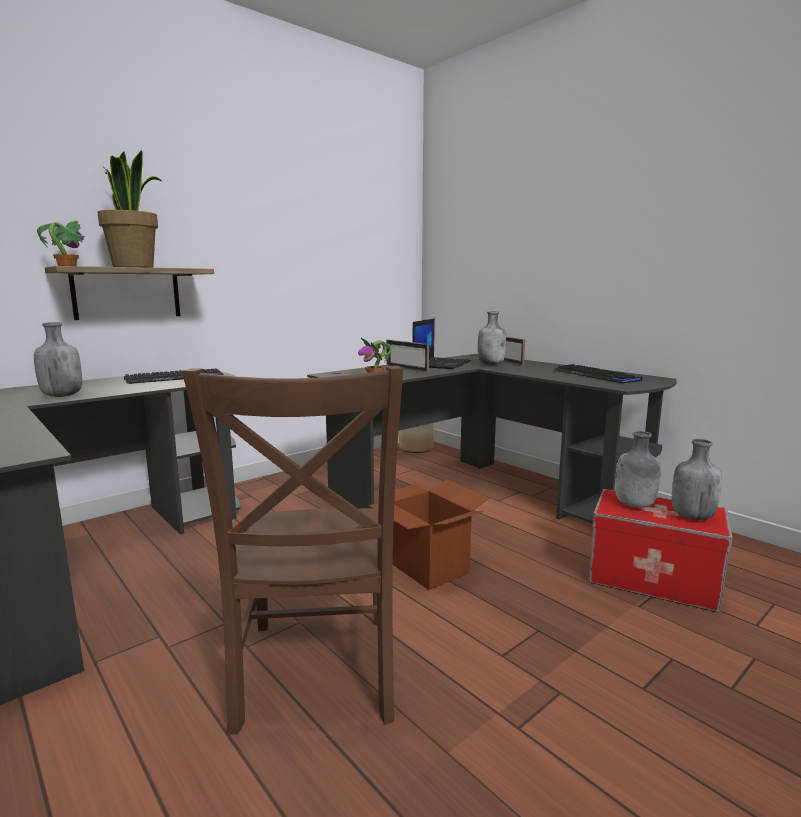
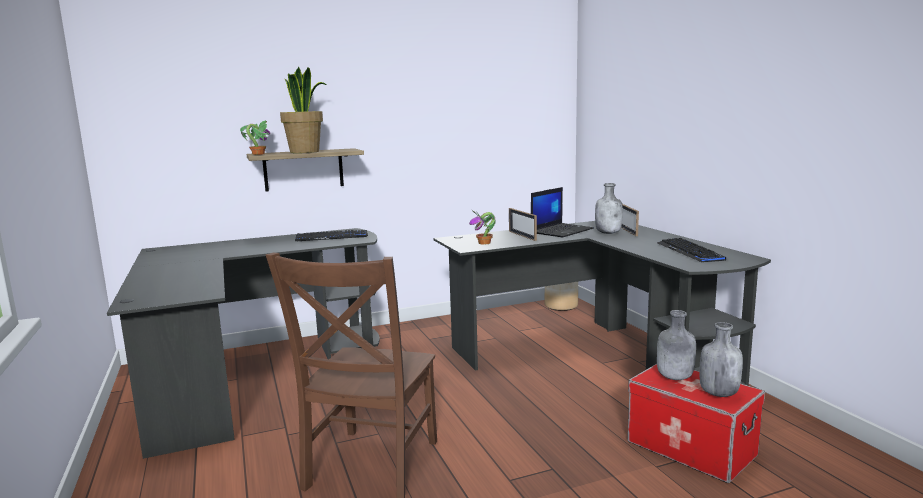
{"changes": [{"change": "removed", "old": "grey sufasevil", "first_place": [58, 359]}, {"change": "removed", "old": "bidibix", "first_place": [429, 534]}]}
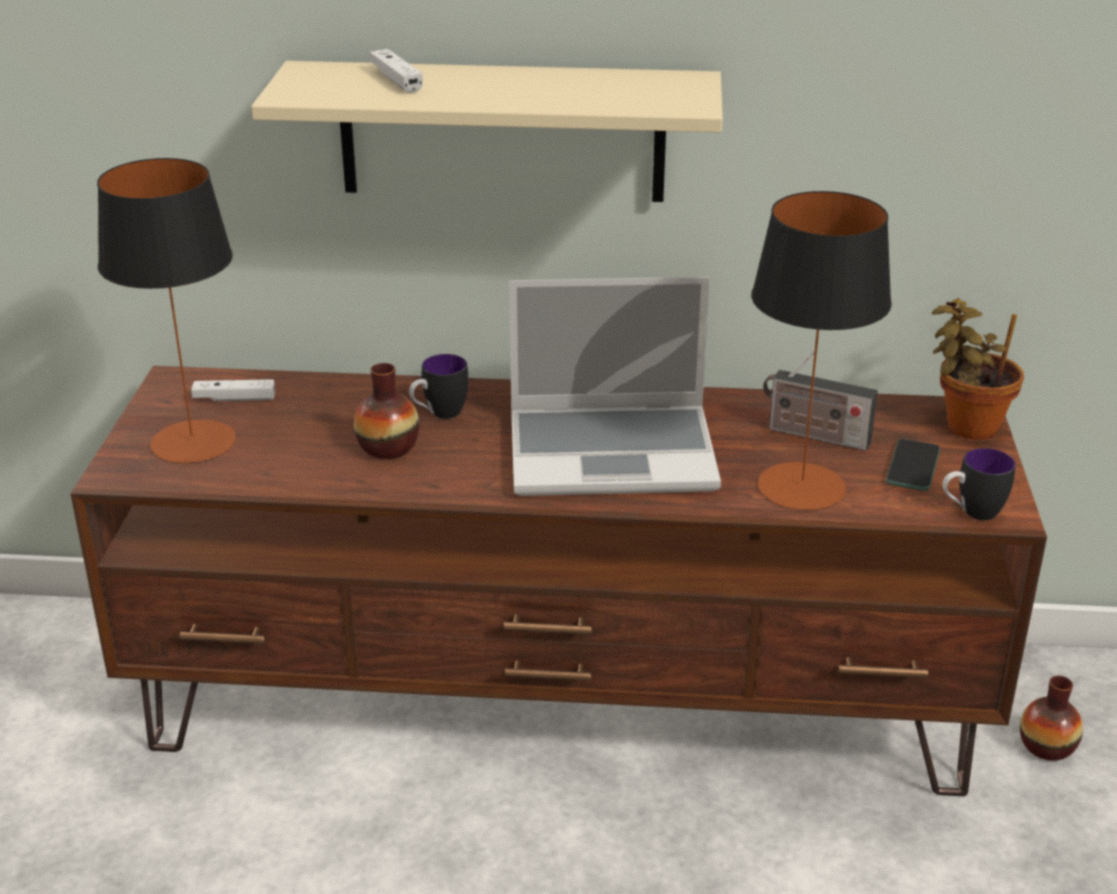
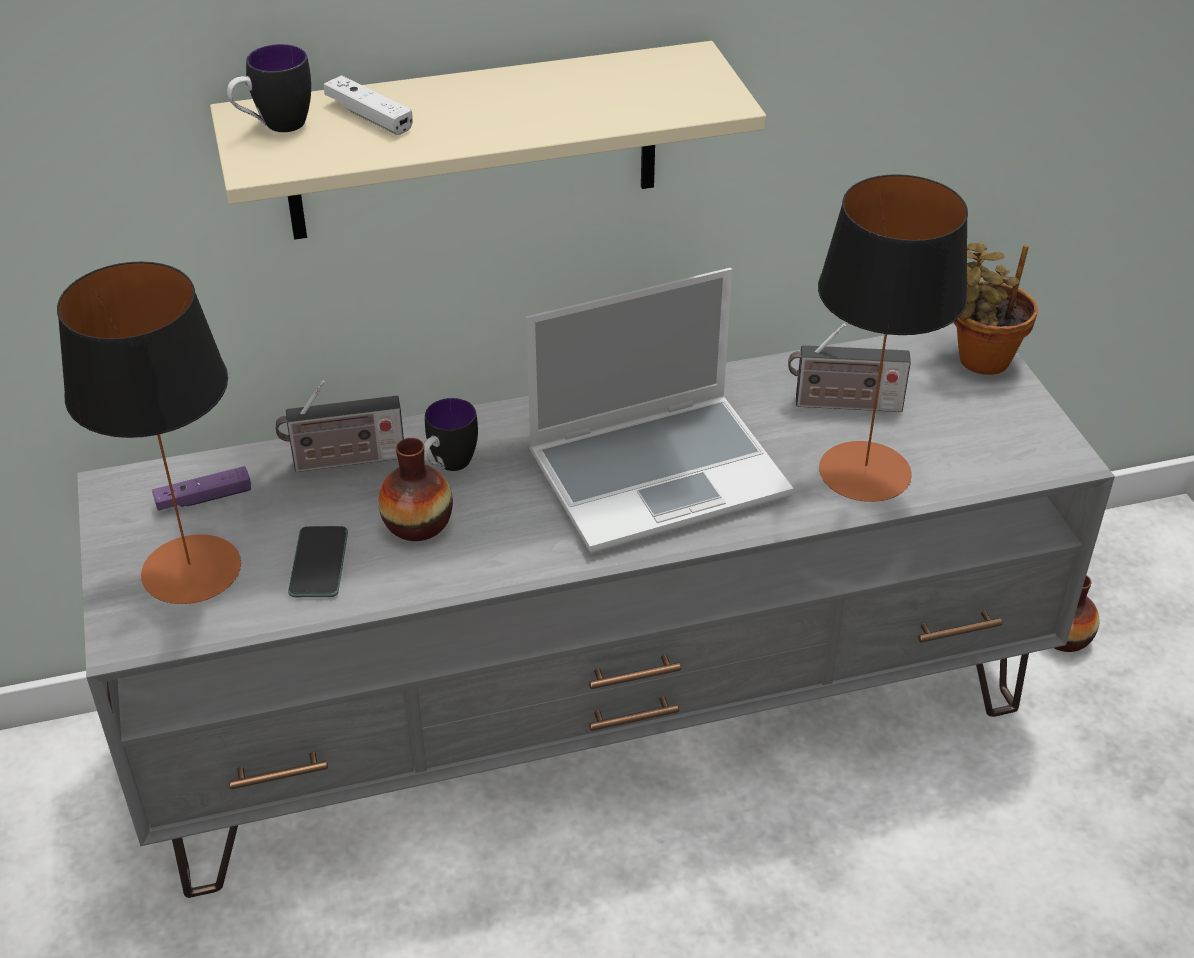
{"changes": [{"change": "recoloured", "old": "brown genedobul", "new": "grey genedobul", "first_place": [558, 581], "second_place": [596, 611]}, {"change": "recoloured", "old": "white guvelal", "new": "purple guvelal", "first_place": [233, 390], "second_place": [201, 488]}, {"change": "moved", "old": "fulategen", "first_place": [913, 465], "second_place": [318, 561]}, {"change": "moved", "old": "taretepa", "first_place": [979, 484], "second_place": [269, 88]}, {"change": "added", "new": "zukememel", "second_place": [339, 426]}]}
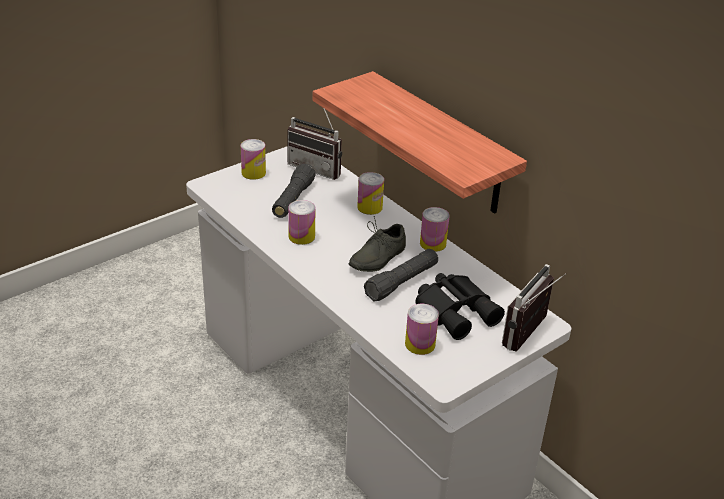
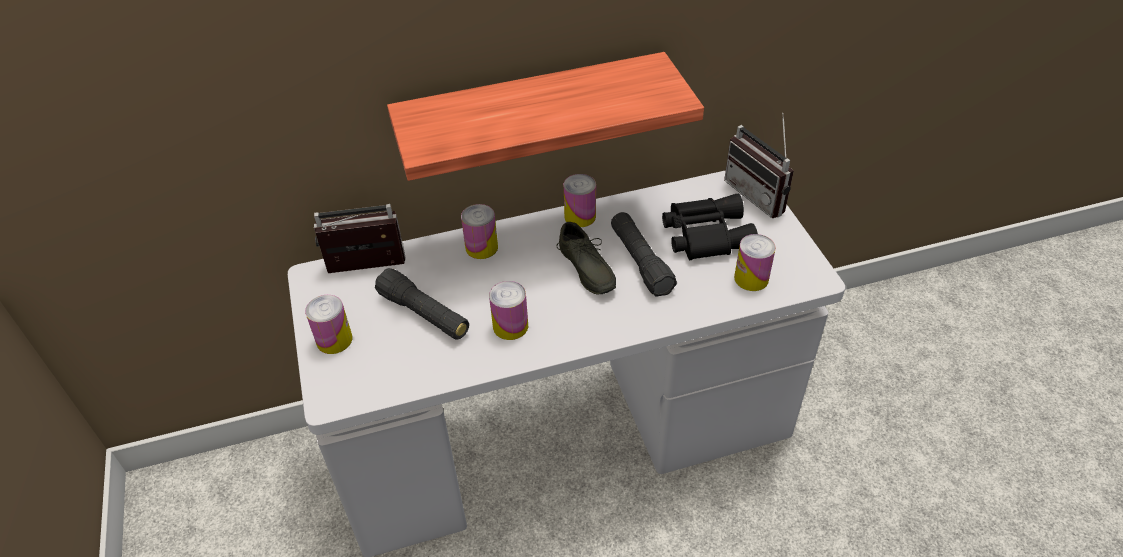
{"changes": [{"change": "turned", "old": "zukememel", "first_place": [314, 144], "second_place": [360, 238], "degrees": -150}]}
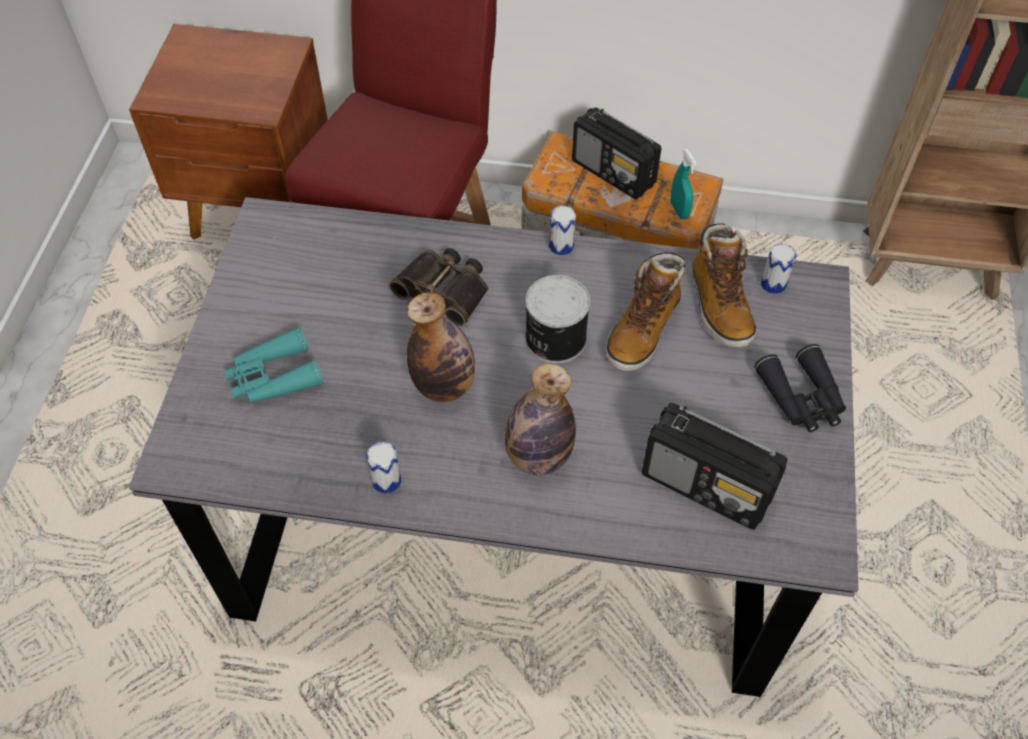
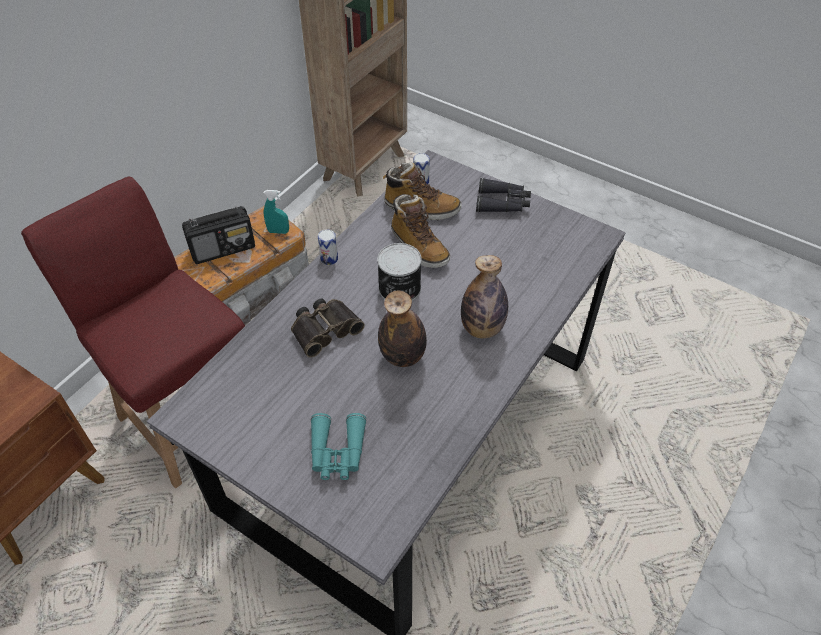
{"changes": [{"change": "removed", "old": "zukememel", "first_place": [715, 466]}, {"change": "removed", "old": "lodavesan", "first_place": [383, 467]}]}
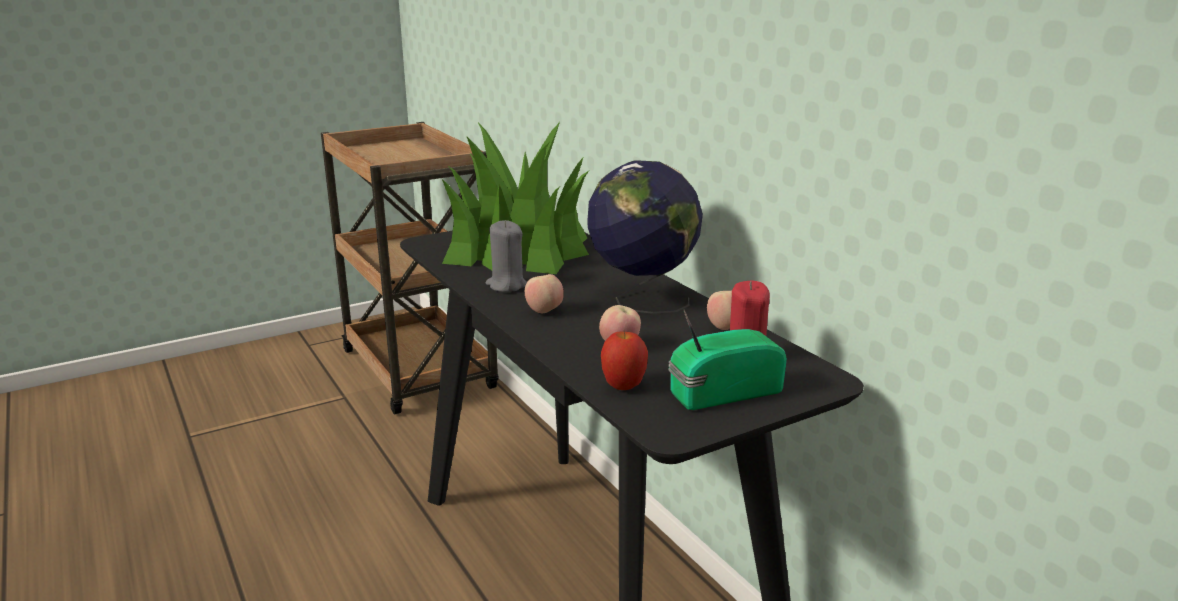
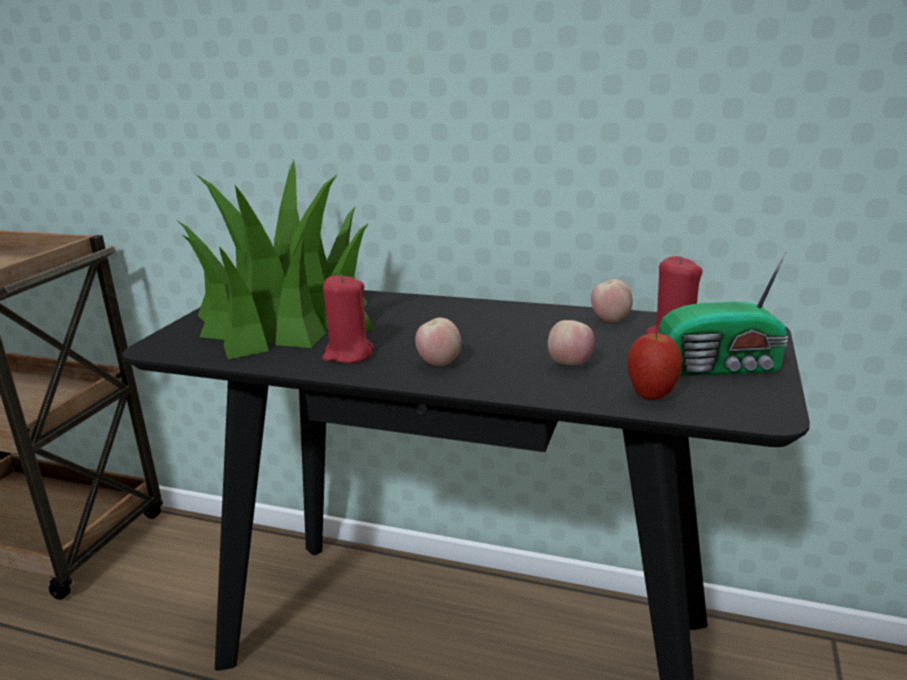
{"changes": [{"change": "removed", "old": "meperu", "first_place": [645, 237]}, {"change": "recoloured", "old": "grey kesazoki", "new": "red kesazoki", "first_place": [506, 256], "second_place": [348, 318]}, {"change": "turned", "old": "zukememel", "first_place": [727, 360], "second_place": [723, 312], "degrees": -120}]}
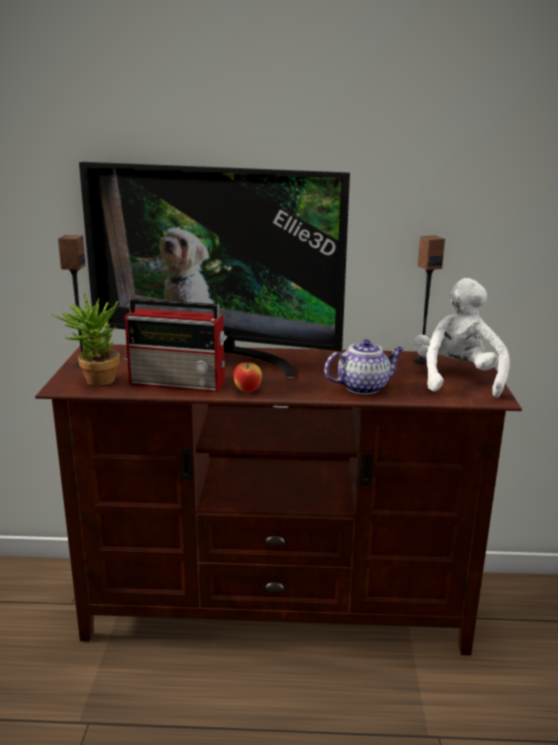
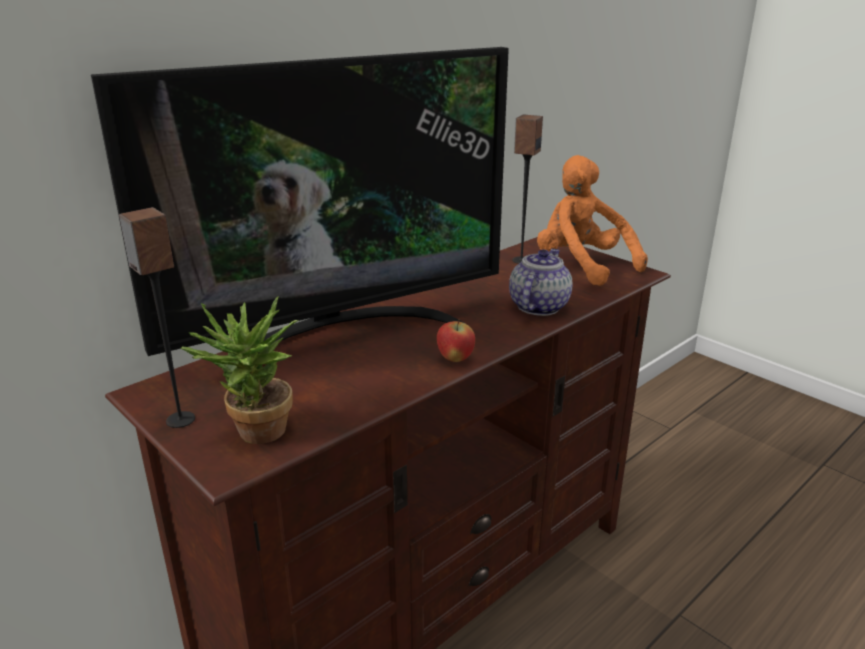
{"changes": [{"change": "recoloured", "old": "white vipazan", "new": "orange vipazan", "first_place": [462, 338], "second_place": [592, 220]}, {"change": "removed", "old": "zukememel", "first_place": [176, 345]}]}
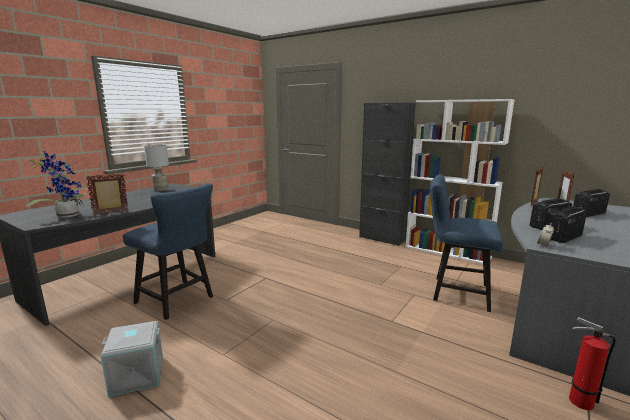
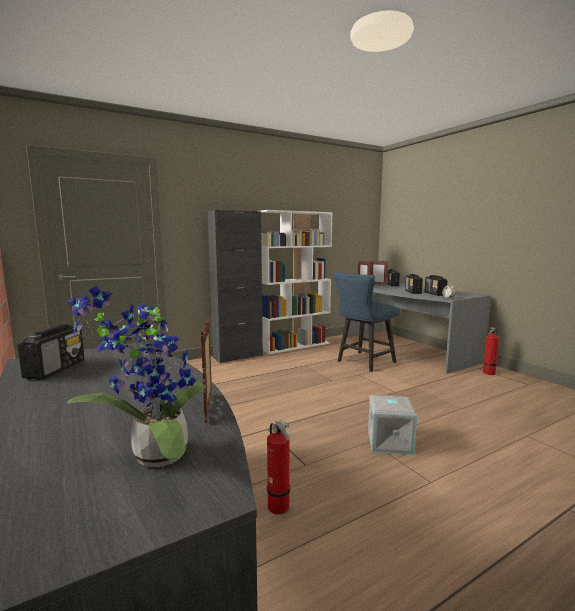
{"changes": [{"change": "replaced", "old": "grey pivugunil", "new": "zukememel", "first_place": [156, 168], "second_place": [50, 352]}, {"change": "replaced", "old": "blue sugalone", "new": "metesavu", "first_place": [168, 251], "second_place": [278, 467]}, {"change": "moved", "old": "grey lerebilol", "first_place": [132, 359], "second_place": [392, 425]}]}
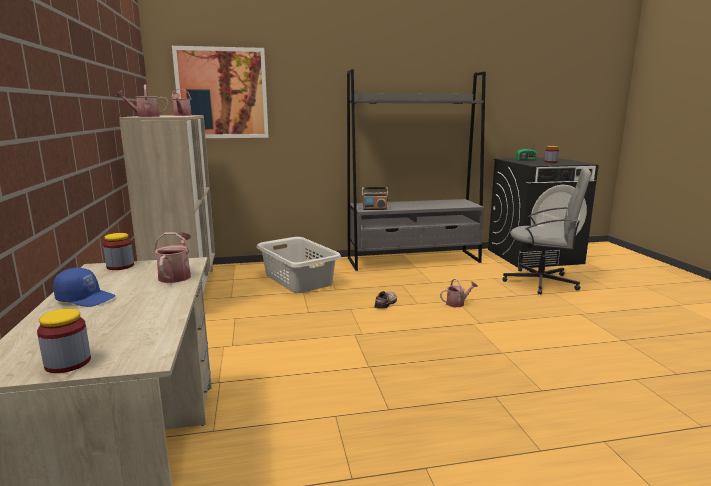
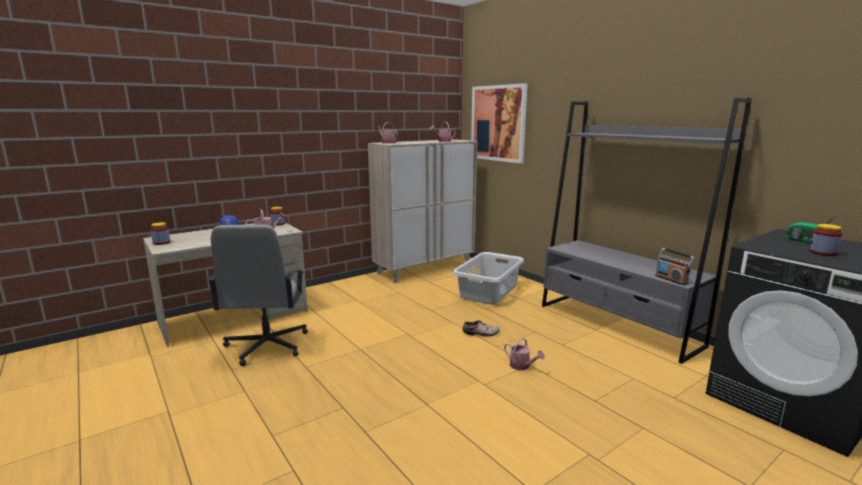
{"changes": [{"change": "moved", "old": "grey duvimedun", "first_place": [547, 231], "second_place": [258, 295]}, {"change": "moved", "old": "zukememel", "first_place": [375, 198], "second_place": [675, 266]}]}
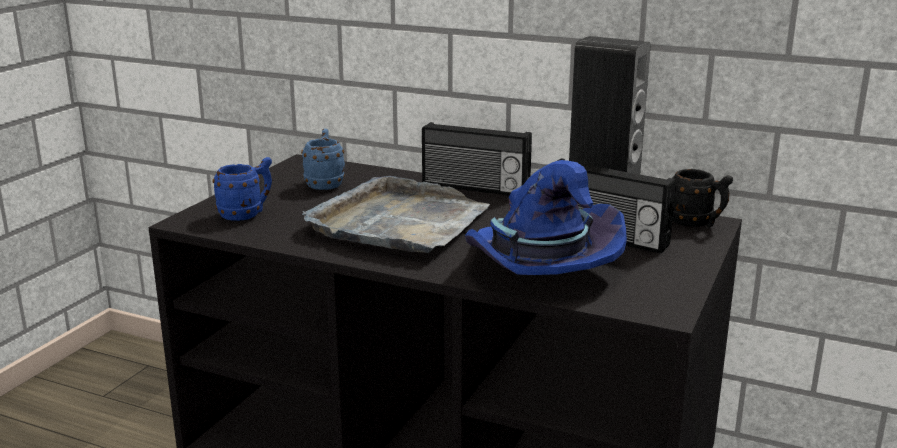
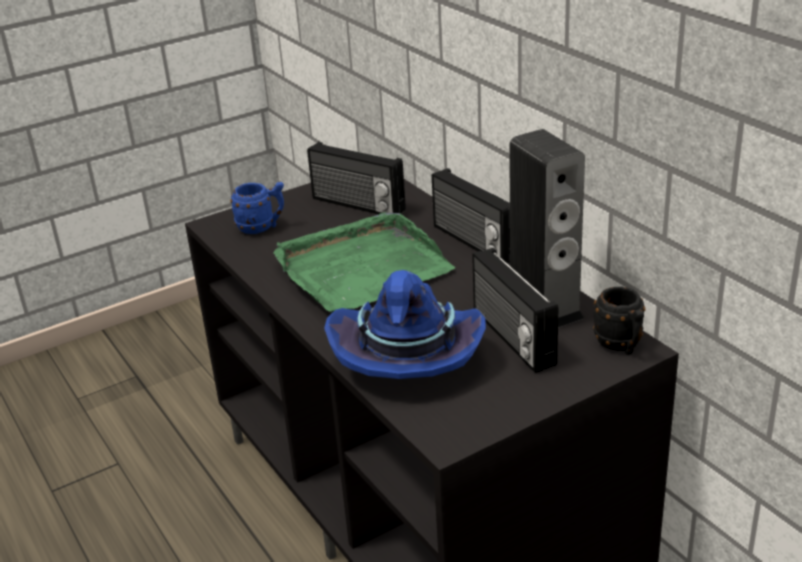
{"changes": [{"change": "replaced", "old": "blue taretepa", "new": "zukememel", "first_place": [323, 159], "second_place": [356, 178]}, {"change": "recoloured", "old": "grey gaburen", "new": "green gaburen", "first_place": [396, 214], "second_place": [364, 262]}]}
